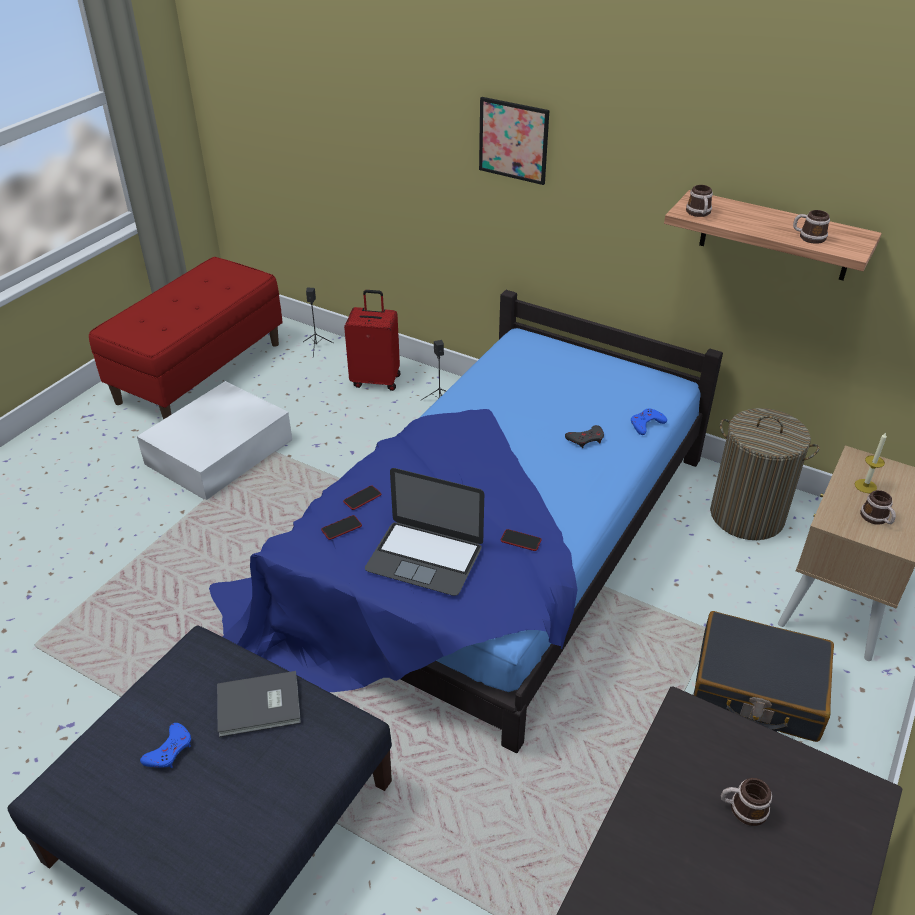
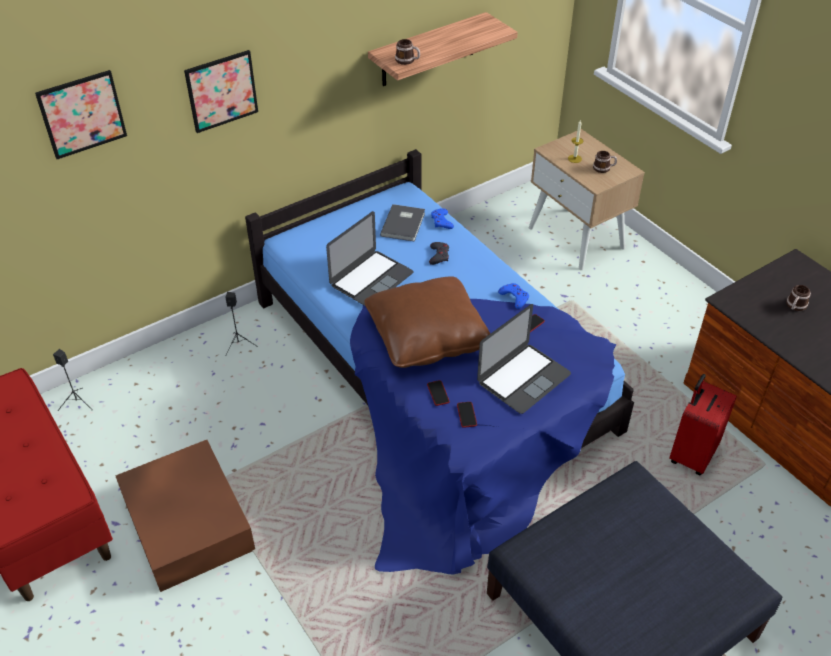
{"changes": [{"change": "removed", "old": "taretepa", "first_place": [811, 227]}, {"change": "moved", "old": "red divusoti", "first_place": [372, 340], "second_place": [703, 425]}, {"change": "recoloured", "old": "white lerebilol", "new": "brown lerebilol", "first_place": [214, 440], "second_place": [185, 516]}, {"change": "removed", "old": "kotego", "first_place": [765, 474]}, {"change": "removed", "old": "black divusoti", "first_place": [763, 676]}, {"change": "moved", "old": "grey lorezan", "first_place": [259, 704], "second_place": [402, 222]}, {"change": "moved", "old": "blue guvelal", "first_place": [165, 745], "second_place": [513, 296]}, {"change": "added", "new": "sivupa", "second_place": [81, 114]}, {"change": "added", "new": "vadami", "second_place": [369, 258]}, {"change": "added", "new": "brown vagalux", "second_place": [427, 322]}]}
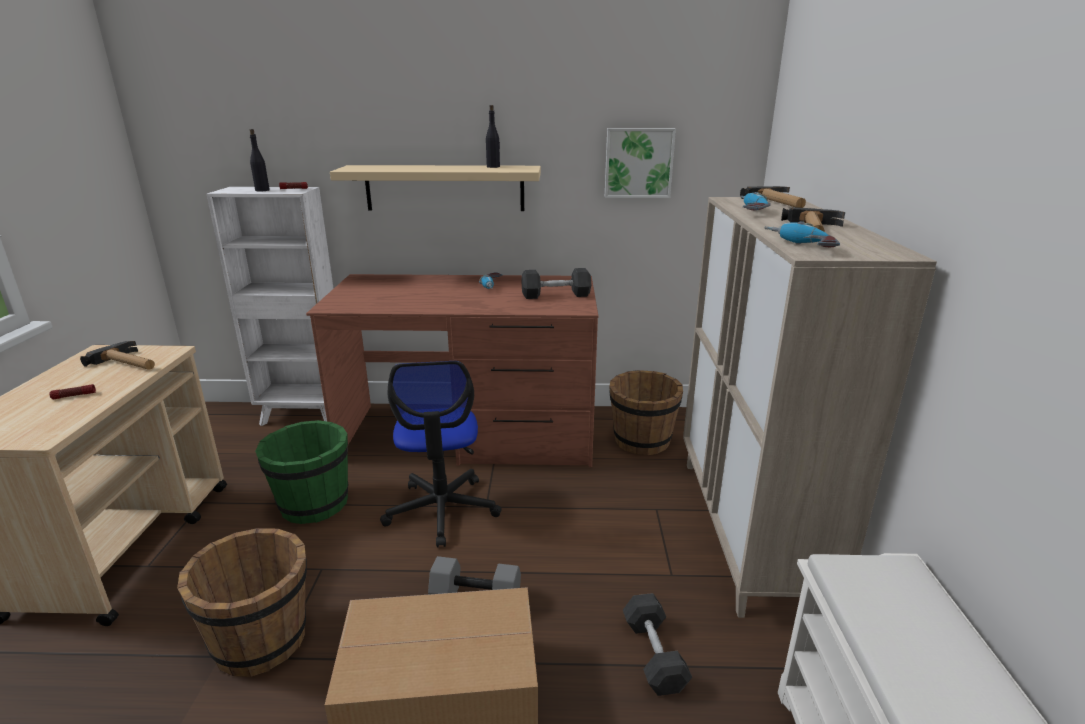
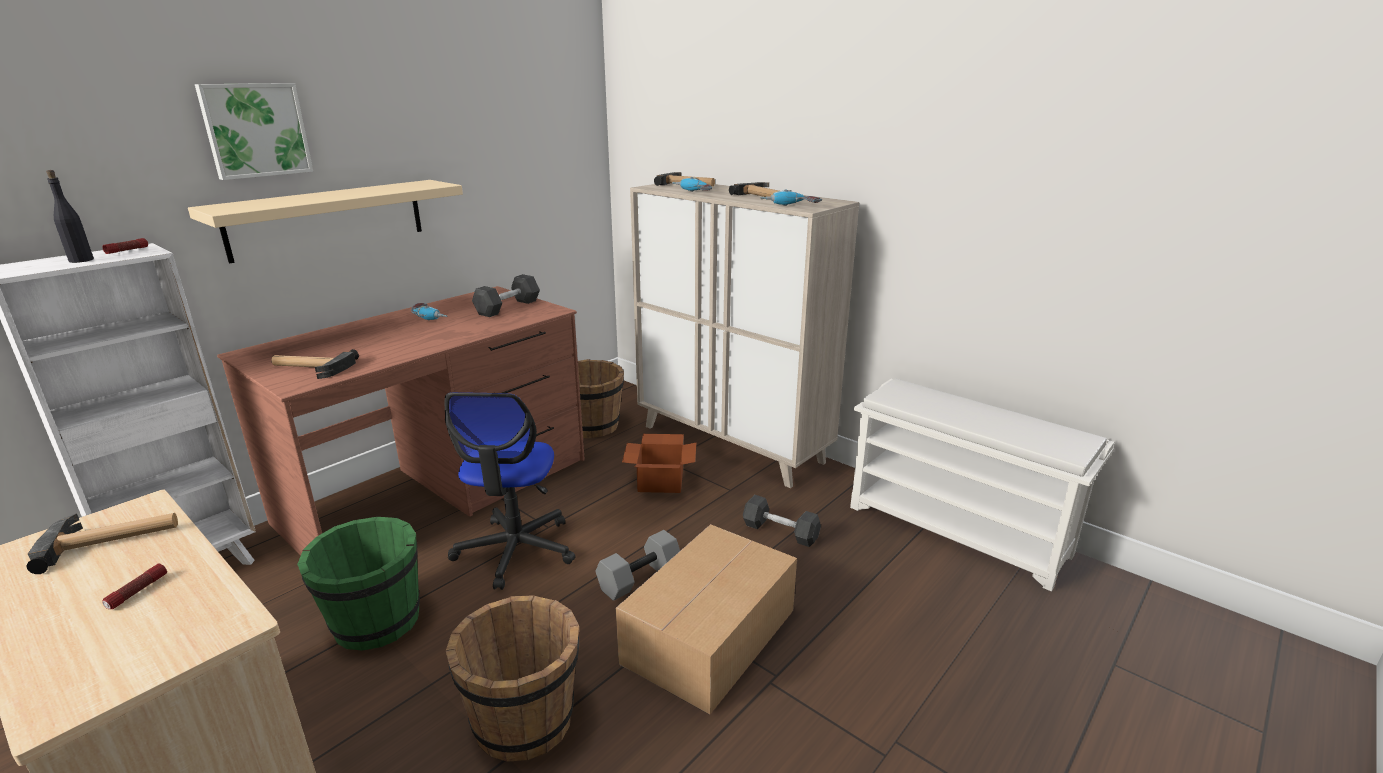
{"changes": [{"change": "removed", "old": "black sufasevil", "first_place": [493, 136]}, {"change": "moved", "old": "sivupa", "first_place": [640, 163], "second_place": [254, 131]}, {"change": "turned", "old": "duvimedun", "first_place": [441, 454], "second_place": [510, 491], "degrees": 60}, {"change": "added", "new": "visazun", "second_place": [315, 364]}, {"change": "added", "new": "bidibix", "second_place": [659, 463]}]}
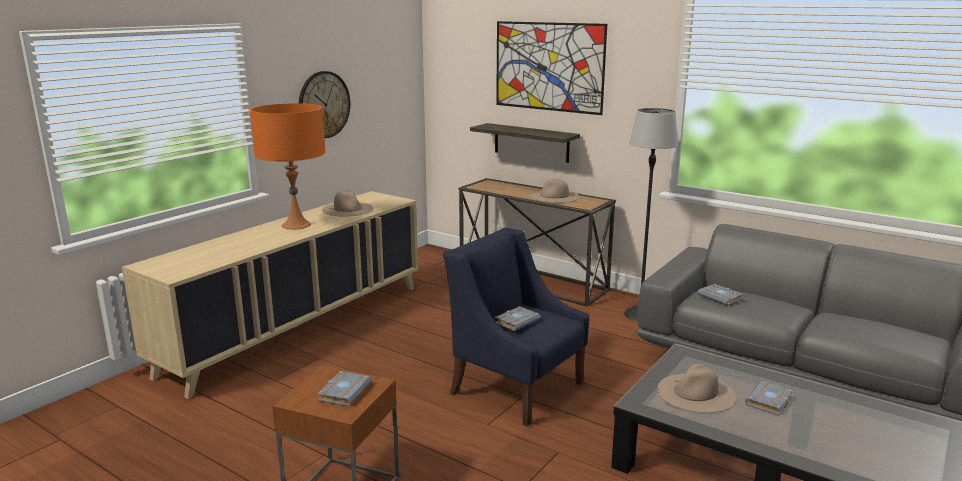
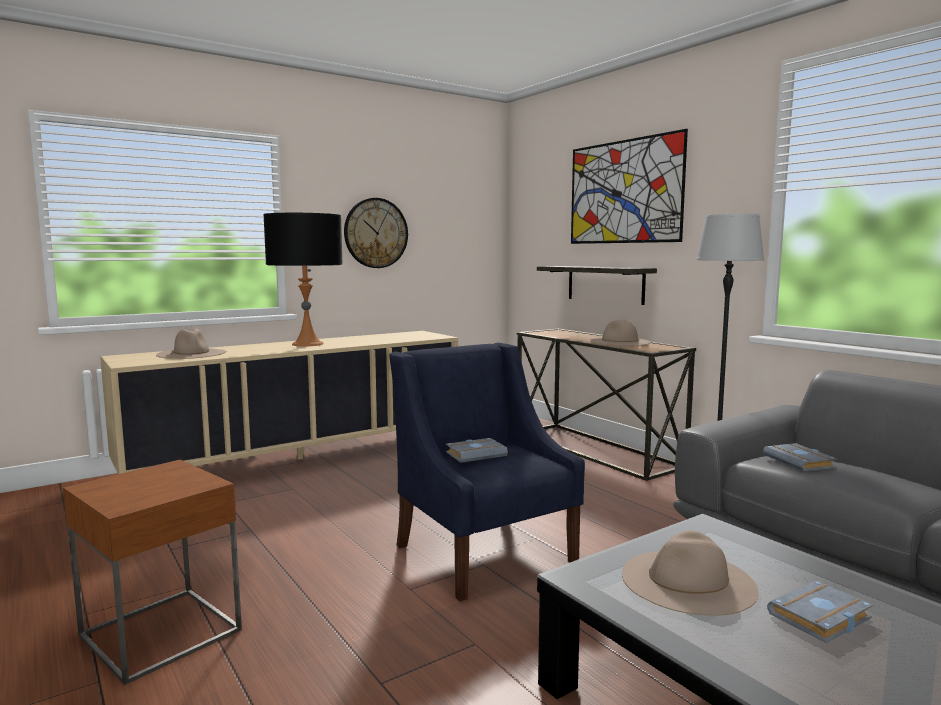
{"changes": [{"change": "recoloured", "old": "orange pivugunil", "new": "black pivugunil", "first_place": [288, 166], "second_place": [303, 279]}, {"change": "moved", "old": "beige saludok", "first_place": [347, 203], "second_place": [191, 344]}, {"change": "removed", "old": "grey lorezan", "first_place": [344, 389]}]}
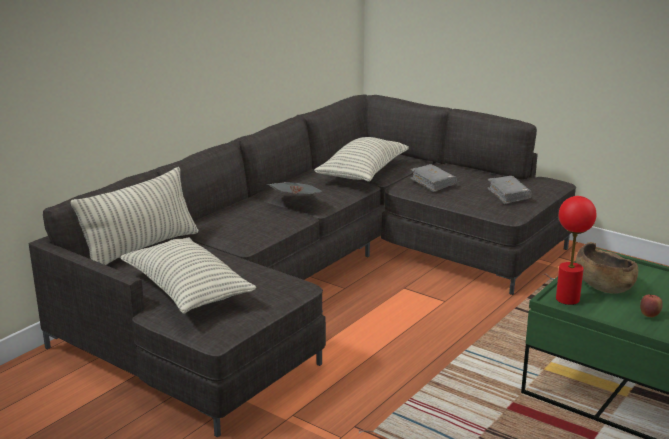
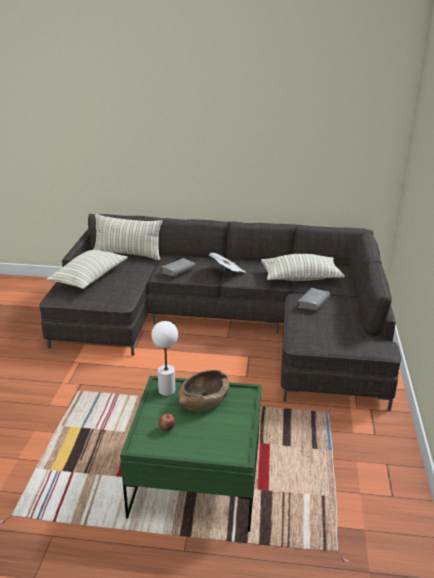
{"changes": [{"change": "moved", "old": "grey lorezan", "first_place": [509, 190], "second_place": [178, 267]}, {"change": "recoloured", "old": "red pivugunil", "new": "white pivugunil", "first_place": [576, 250], "second_place": [165, 358]}]}
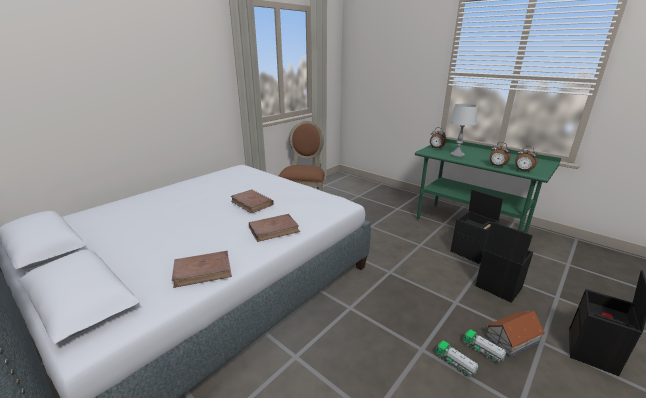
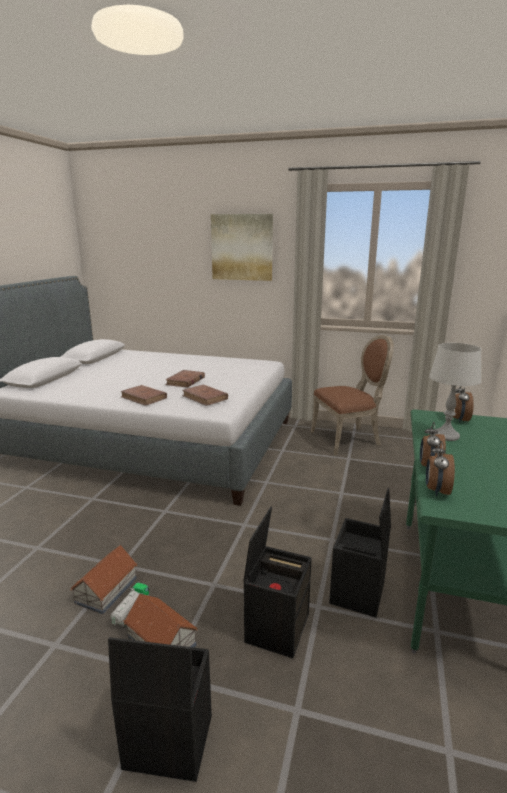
{"changes": [{"change": "moved", "old": "brown lorezan", "first_place": [202, 269], "second_place": [205, 395]}, {"change": "replaced", "old": "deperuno", "new": "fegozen", "first_place": [457, 359], "second_place": [104, 579]}, {"change": "added", "new": "sivupa", "second_place": [242, 247]}]}
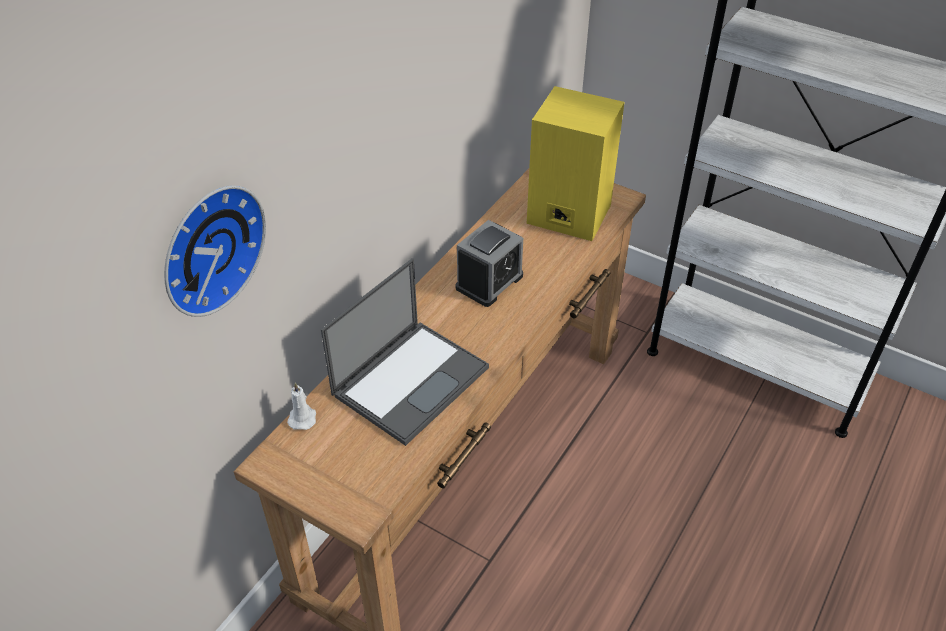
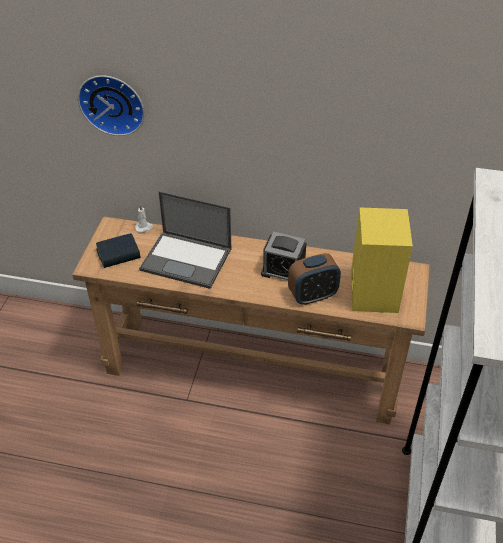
{"changes": [{"change": "added", "new": "lorezan", "second_place": [118, 250]}, {"change": "added", "new": "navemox", "second_place": [314, 279]}]}
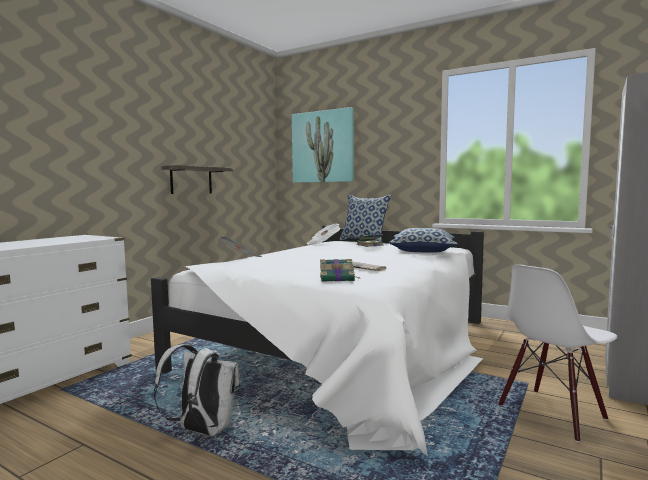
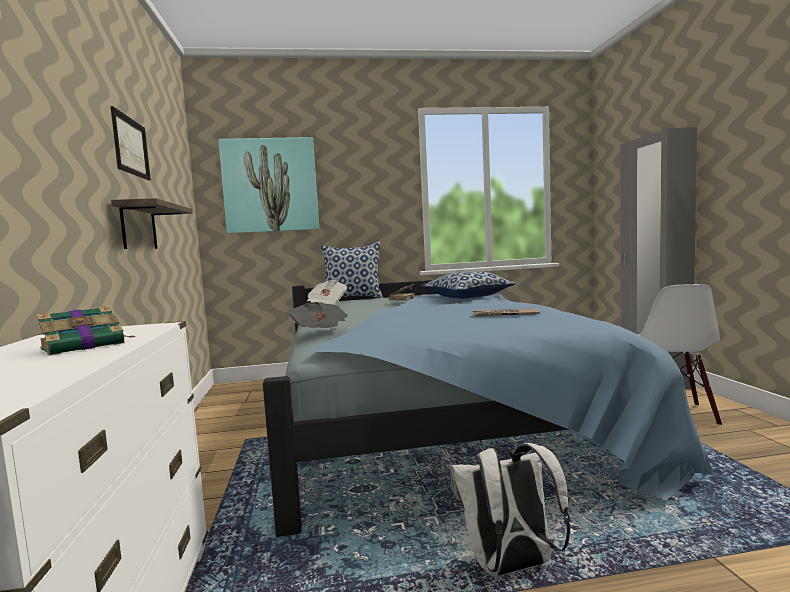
{"changes": [{"change": "recoloured", "old": "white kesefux", "new": "blue kesefux", "first_place": [317, 340], "second_place": [487, 408]}, {"change": "moved", "old": "lorezan", "first_place": [340, 270], "second_place": [86, 331]}, {"change": "added", "new": "sivupa", "second_place": [130, 143]}]}
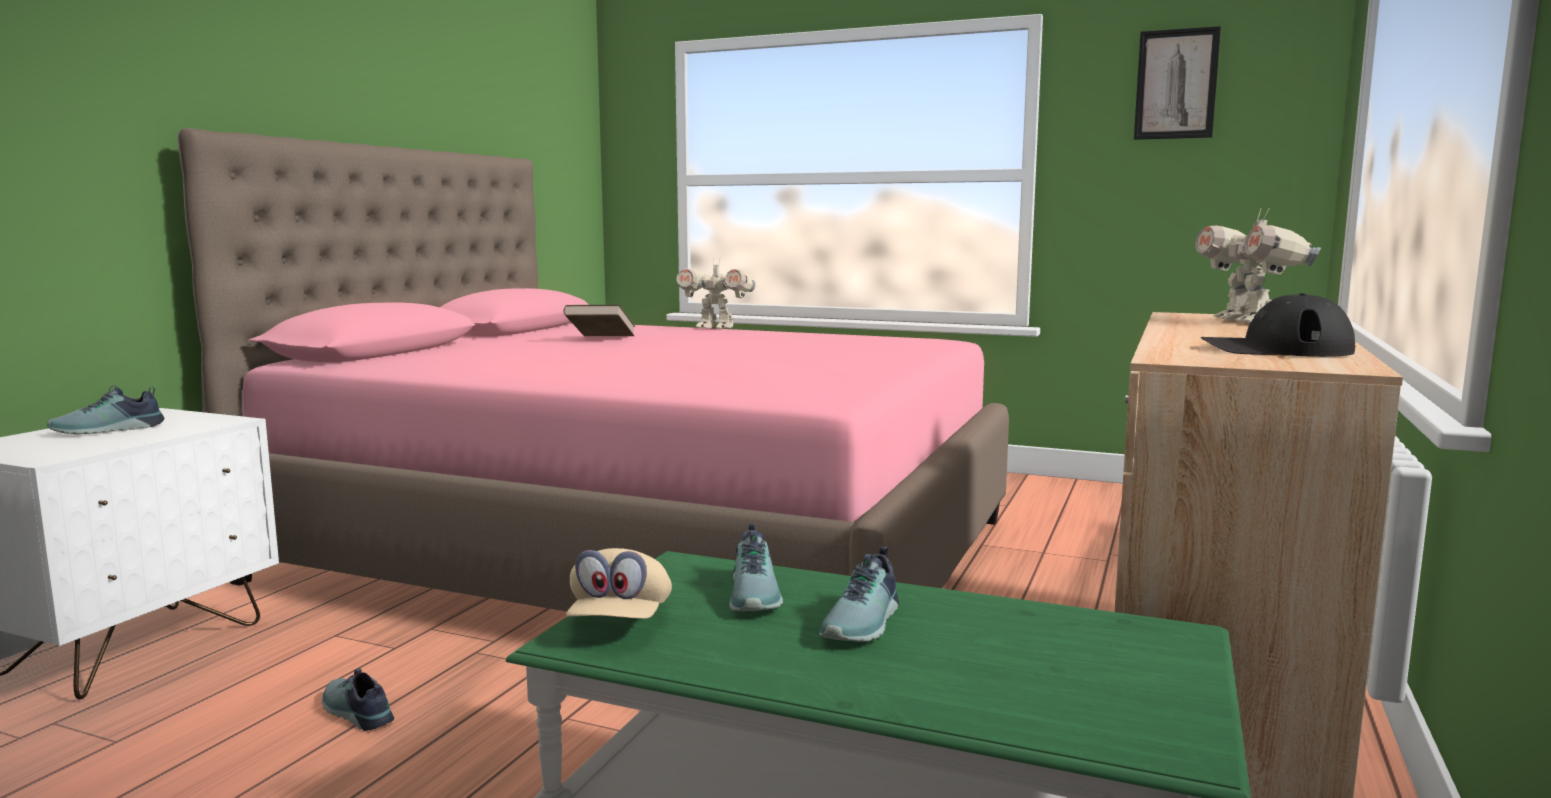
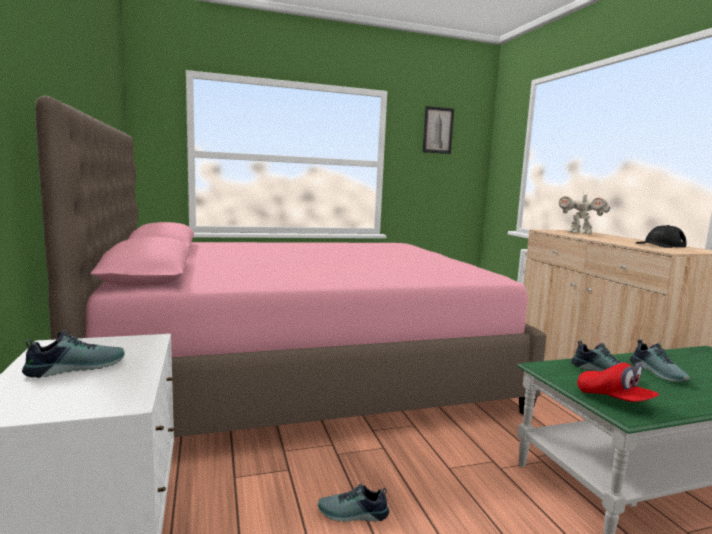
{"changes": [{"change": "removed", "old": "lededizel", "first_place": [716, 294]}, {"change": "removed", "old": "brown lorezan", "first_place": [599, 320]}, {"change": "turned", "old": "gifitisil", "first_place": [105, 409], "second_place": [73, 354], "degrees": -135}, {"change": "recoloured", "old": "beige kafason", "new": "red kafason", "first_place": [619, 583], "second_place": [618, 382]}]}
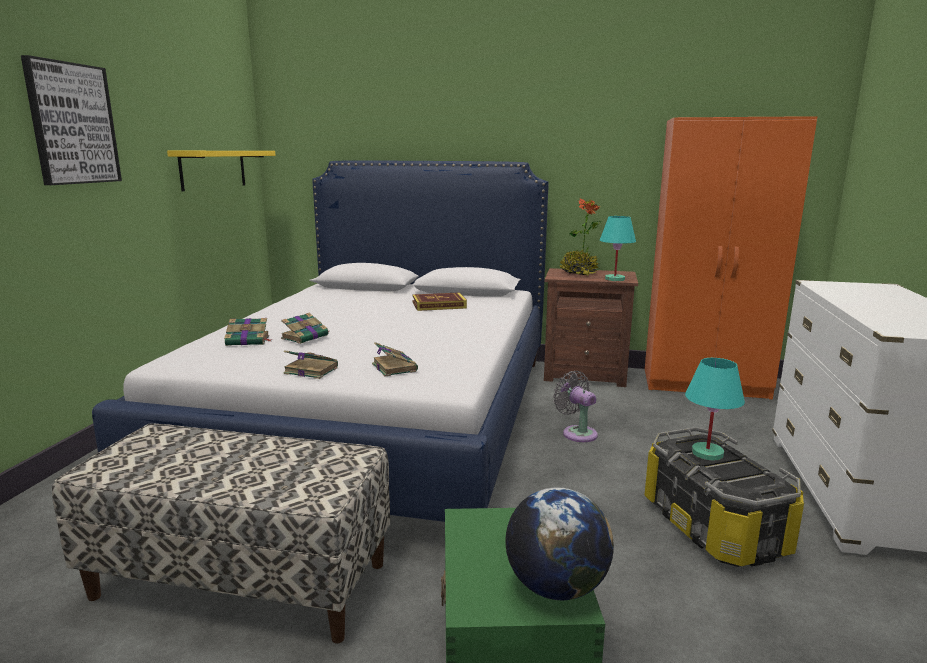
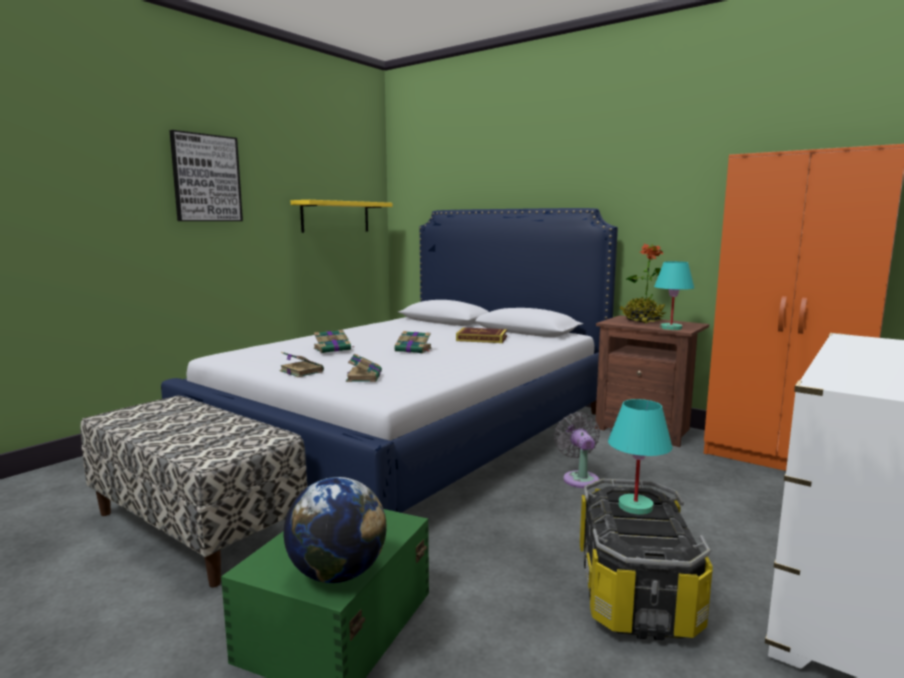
{"changes": [{"change": "moved", "old": "lorezan", "first_place": [248, 332], "second_place": [413, 342]}]}
